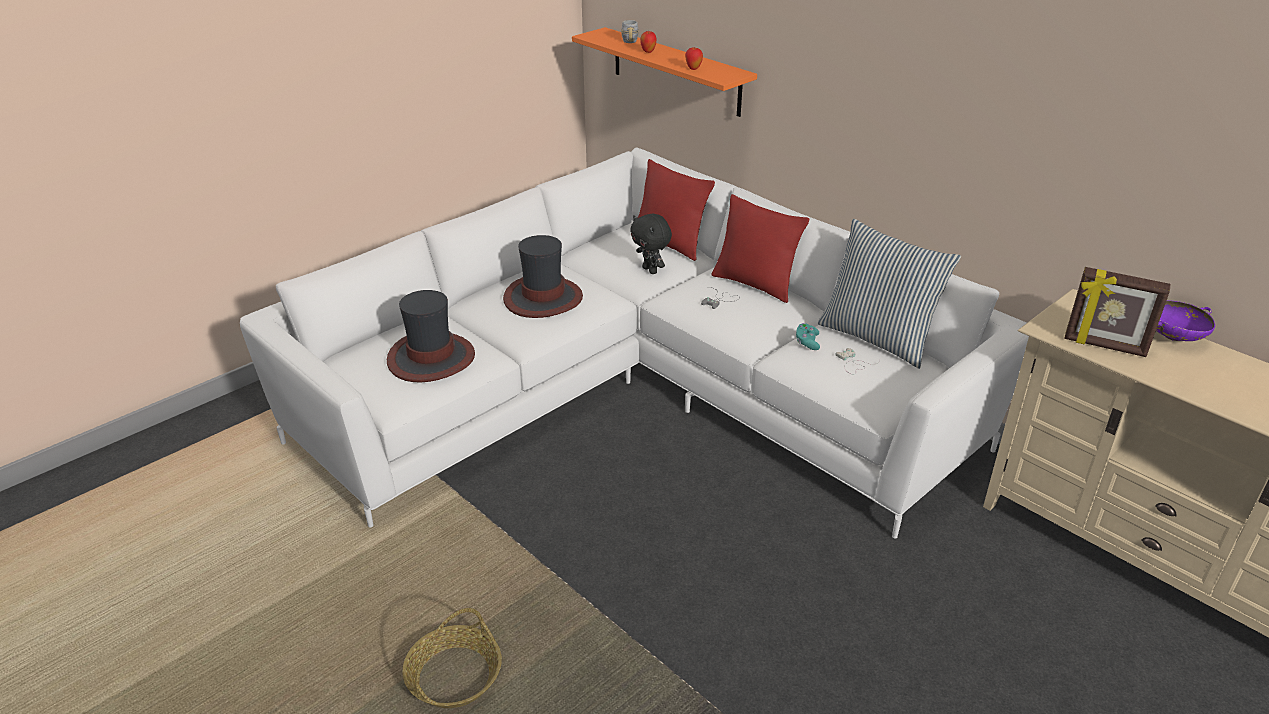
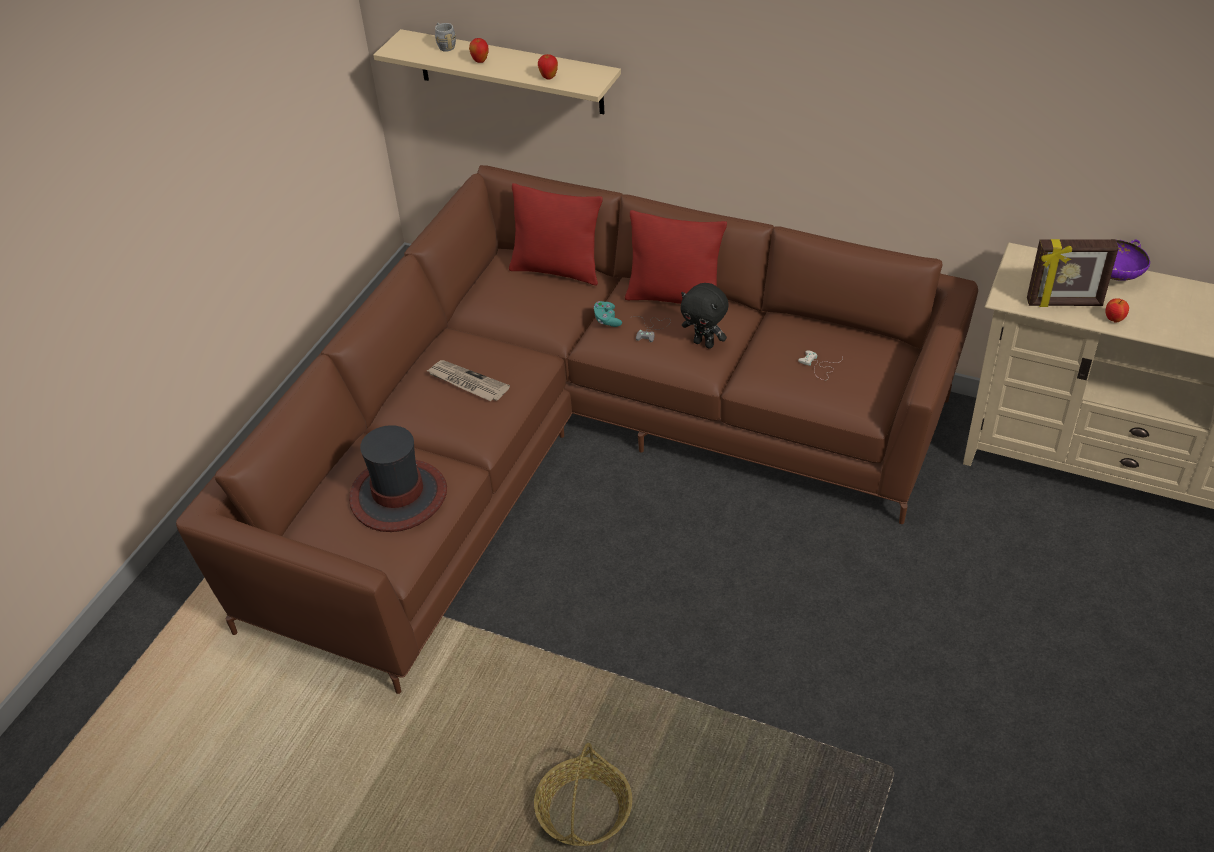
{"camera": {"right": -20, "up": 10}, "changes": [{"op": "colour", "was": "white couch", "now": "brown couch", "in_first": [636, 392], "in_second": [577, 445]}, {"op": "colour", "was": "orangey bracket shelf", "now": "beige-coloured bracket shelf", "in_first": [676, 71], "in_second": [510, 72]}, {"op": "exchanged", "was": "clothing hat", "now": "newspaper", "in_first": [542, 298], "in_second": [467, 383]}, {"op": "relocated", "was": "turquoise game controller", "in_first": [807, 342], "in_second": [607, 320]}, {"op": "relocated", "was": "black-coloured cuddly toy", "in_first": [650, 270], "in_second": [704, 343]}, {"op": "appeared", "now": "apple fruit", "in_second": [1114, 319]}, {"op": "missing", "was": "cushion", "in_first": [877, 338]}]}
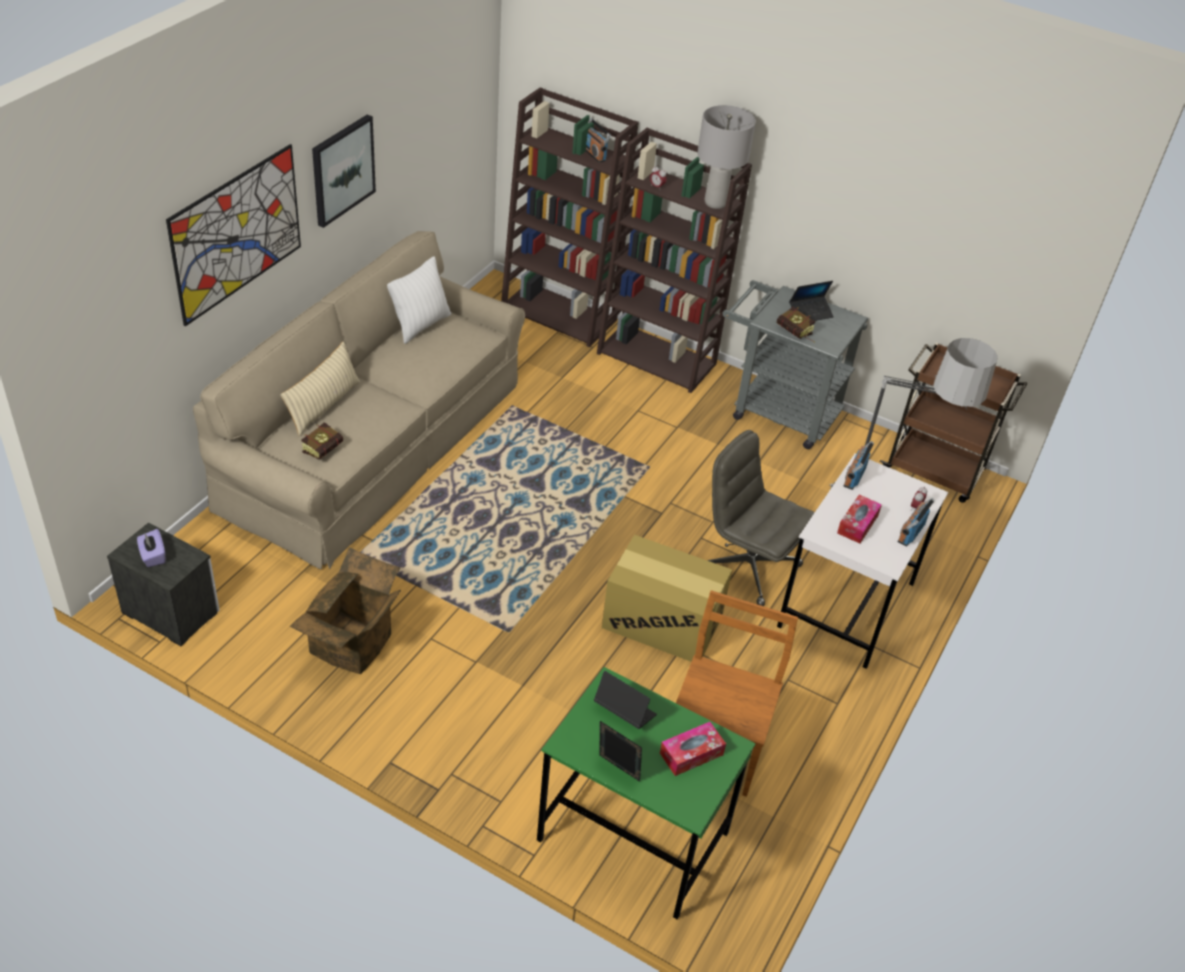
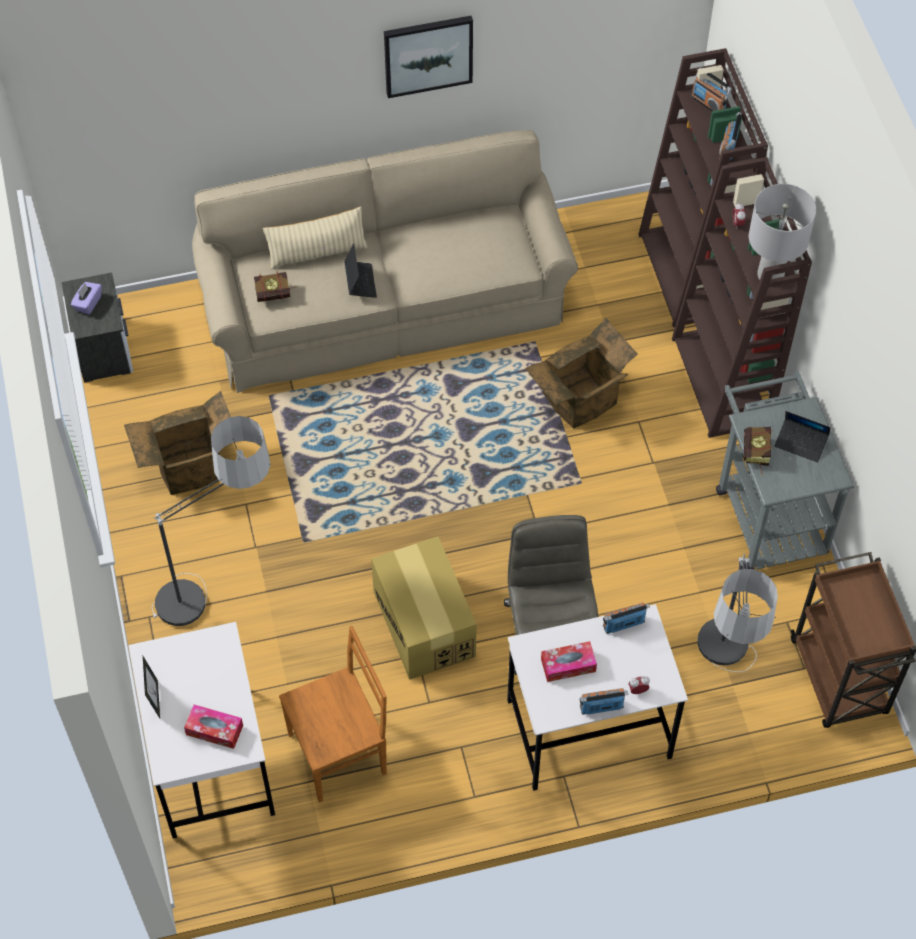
{"camera": {"right": 50, "up": 15}, "changes": [{"op": "colour", "was": "green desk unit", "now": "white desk unit", "in_first": [632, 837], "in_second": [210, 760]}, {"op": "appeared", "now": "standard lamp", "in_second": [219, 590]}, {"op": "relocated", "was": "notebook computer", "in_first": [624, 711], "in_second": [360, 282]}, {"op": "appeared", "now": "cardboard box", "in_second": [580, 401]}, {"op": "appeared", "now": "radio", "in_second": [708, 103]}, {"op": "missing", "was": "wall picture", "in_first": [237, 233]}, {"op": "missing", "was": "white cushion", "in_first": [421, 325]}]}
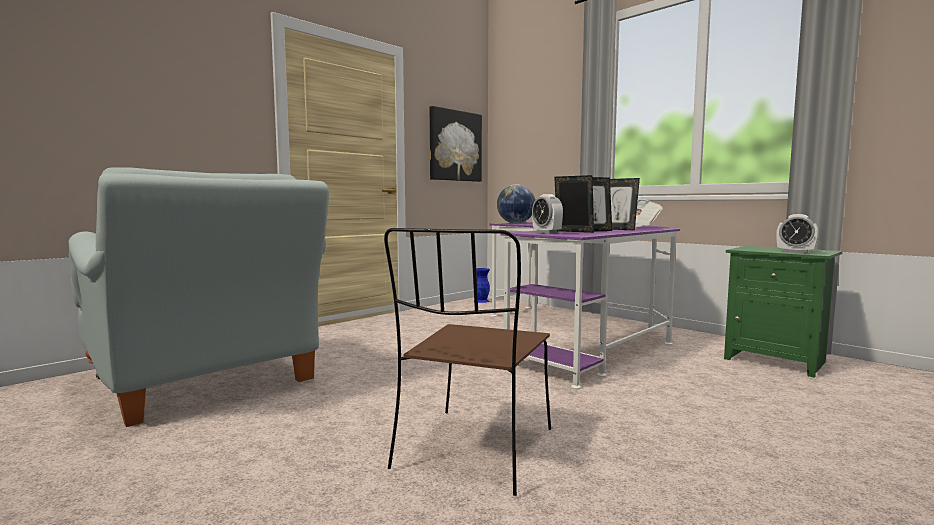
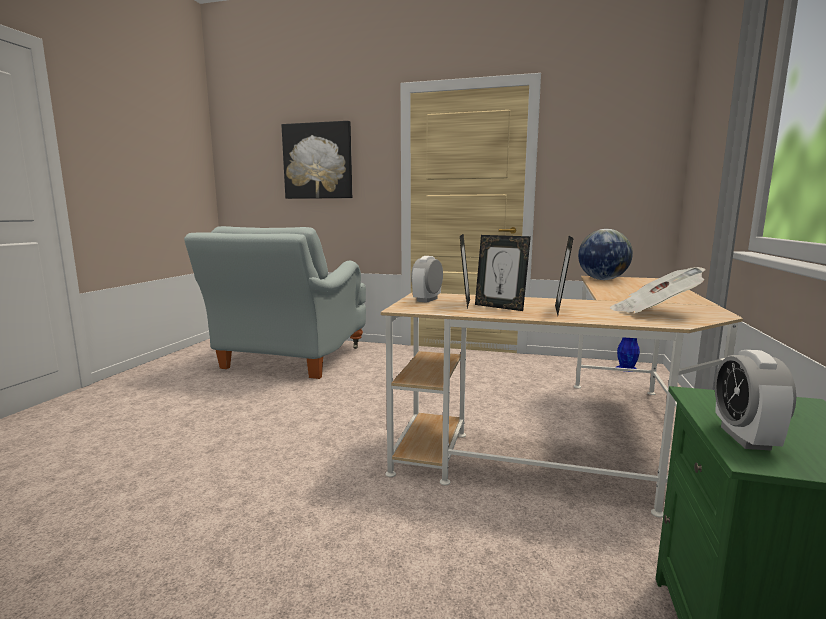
{"camera": {"right": 60, "up": 5}, "changes": [{"op": "relocated", "was": "wall picture", "in_first": [455, 146], "in_second": [318, 161]}, {"op": "colour", "was": "purple-coloured desk unit", "now": "beige-coloured desk unit", "in_first": [577, 336], "in_second": [576, 443]}, {"op": "missing", "was": "brown chair", "in_first": [474, 450]}]}
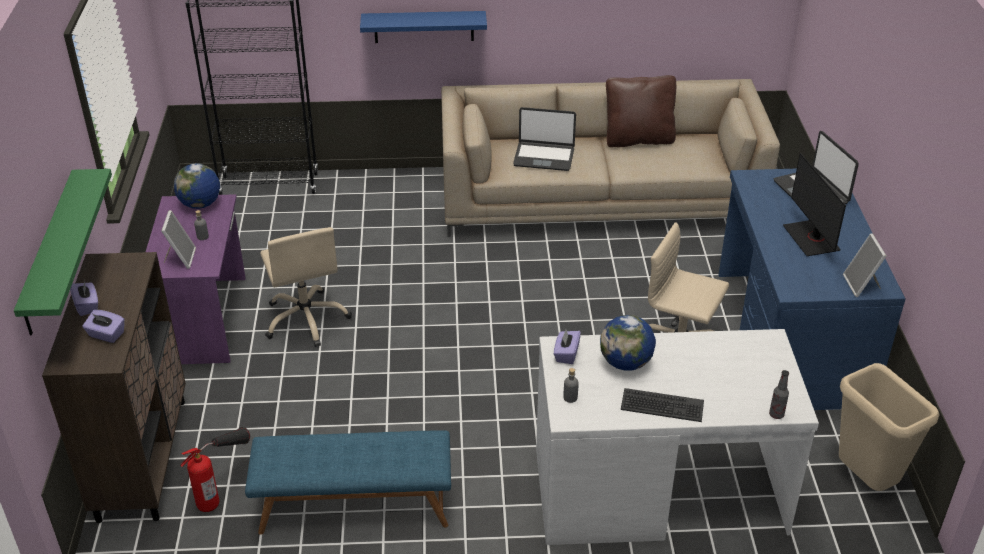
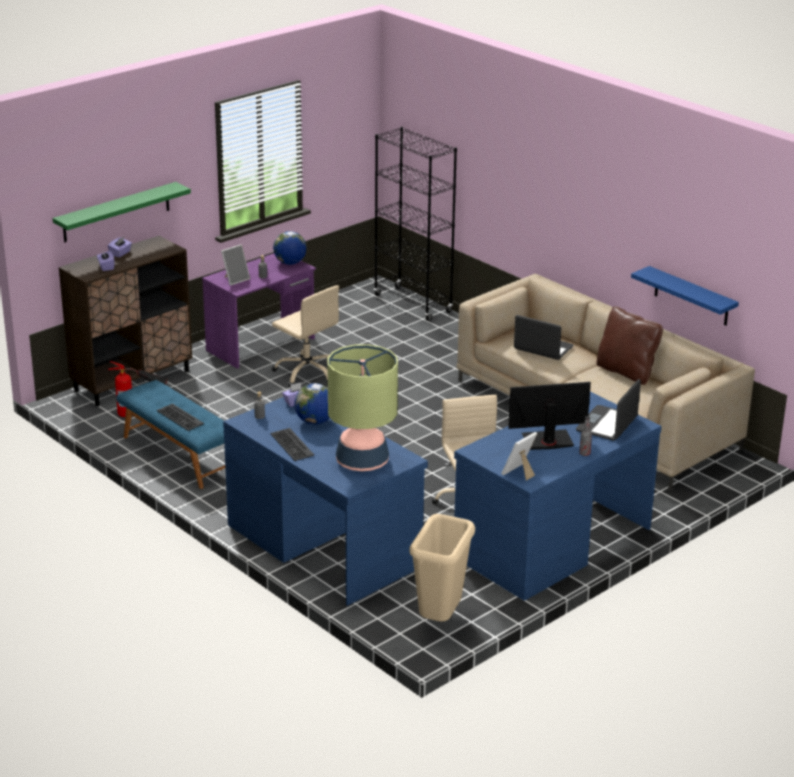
{"camera": {"right": 50, "up": -10}, "changes": [{"op": "appeared", "now": "computer keyboard", "in_second": [179, 418]}, {"op": "colour", "was": "white desk unit", "now": "bluish desk unit", "in_first": [657, 489], "in_second": [324, 544]}, {"op": "spun", "was": "beige-coloured computer chair", "in_first": [306, 319], "in_second": [307, 373], "clockwise": -75}, {"op": "appeared", "now": "tabletop lamp", "in_second": [362, 462]}, {"op": "spun", "was": "computer screen", "in_first": [812, 238], "in_second": [547, 441], "clockwise": 45}, {"op": "spun", "was": "notebook computer", "in_first": [544, 157], "in_second": [543, 348], "clockwise": 150}, {"op": "relocated", "was": "drink bottle", "in_first": [776, 414], "in_second": [584, 454]}, {"op": "relocated", "was": "bluish bracket shelf", "in_first": [424, 26], "in_second": [691, 296]}]}
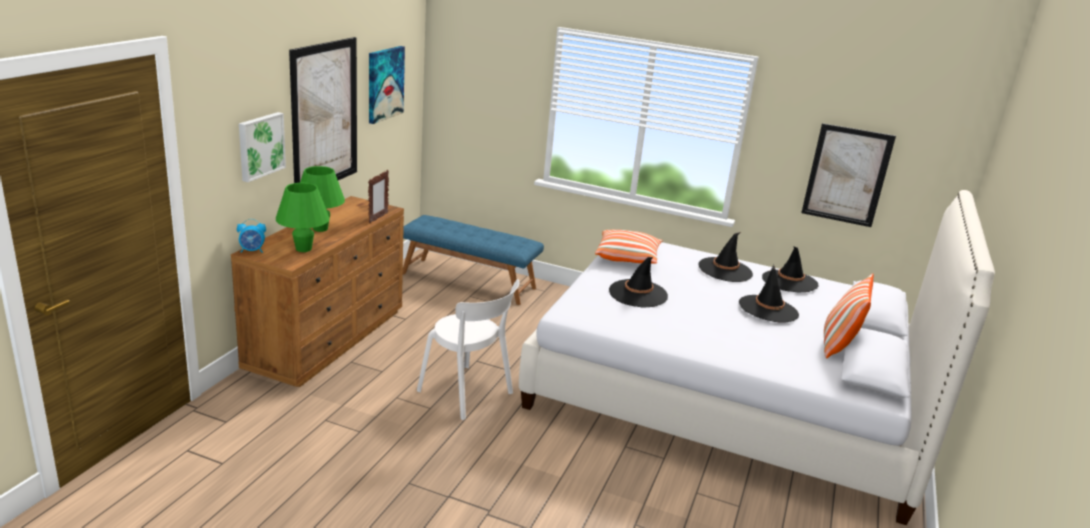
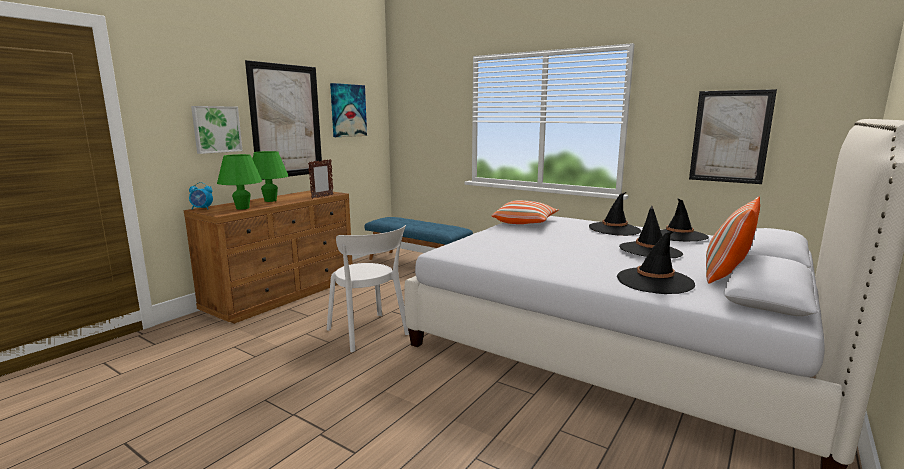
{"camera": {"right": 15, "up": -10}, "changes": [{"op": "relocated", "was": "black-coloured clothing hat", "in_first": [638, 294], "in_second": [654, 281]}]}
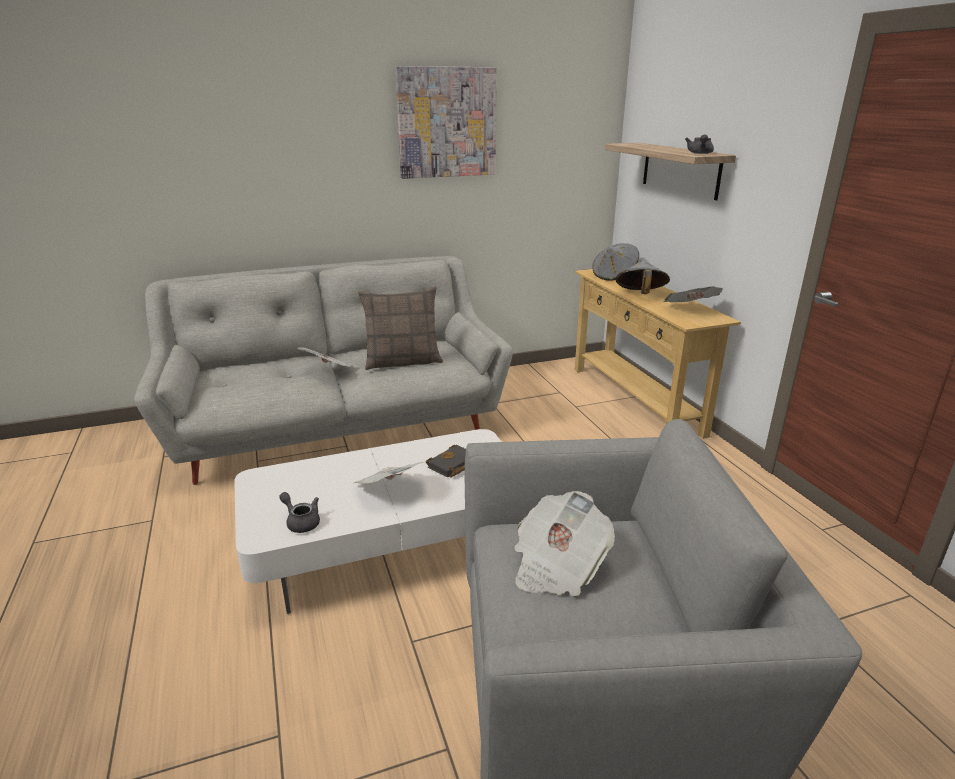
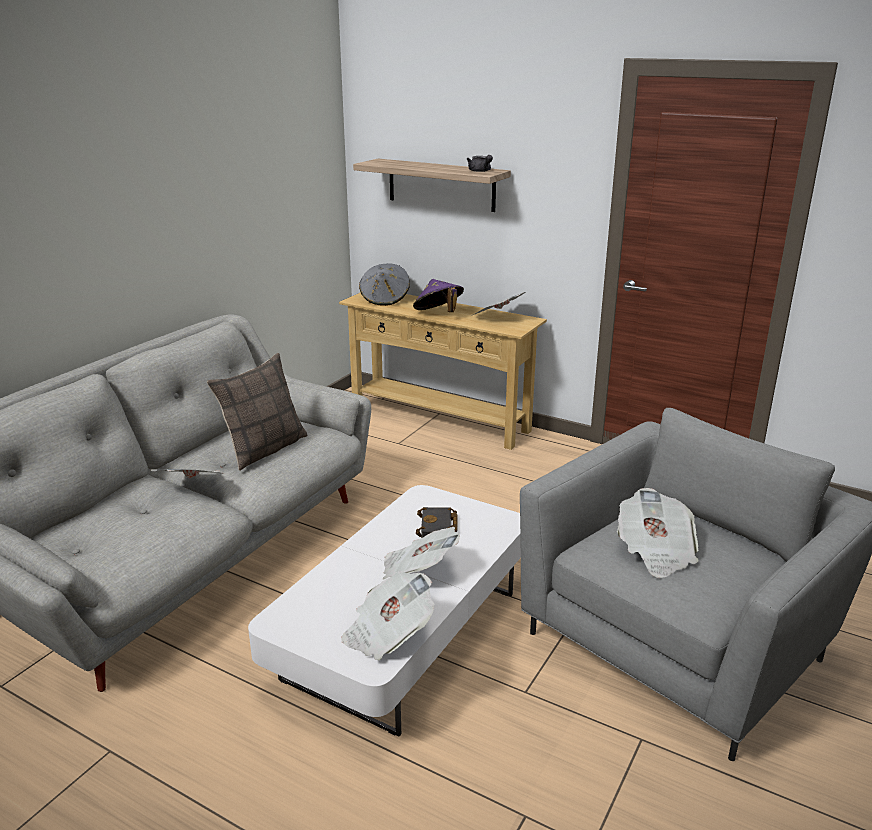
{"camera": {"right": -40, "up": 0}, "changes": [{"op": "exchanged", "was": "greyish pot for tea", "now": "newspaper", "in_first": [301, 522], "in_second": [388, 634]}, {"op": "colour", "was": "greyish clothing hat", "now": "purple-coloured clothing hat", "in_first": [640, 295], "in_second": [438, 314]}, {"op": "missing", "was": "wall picture", "in_first": [447, 123]}]}
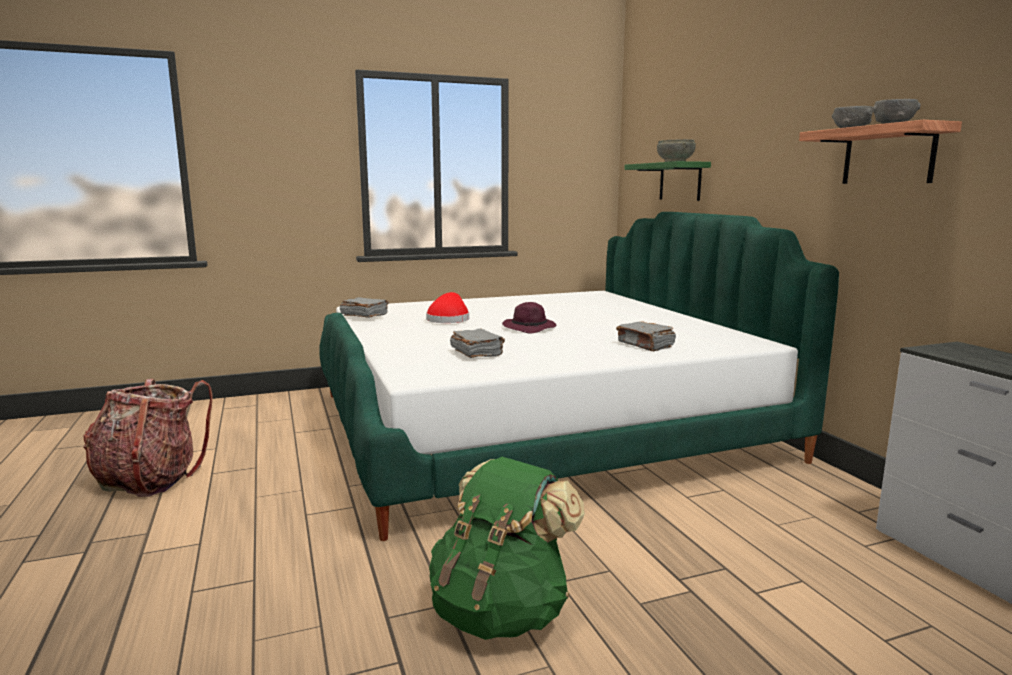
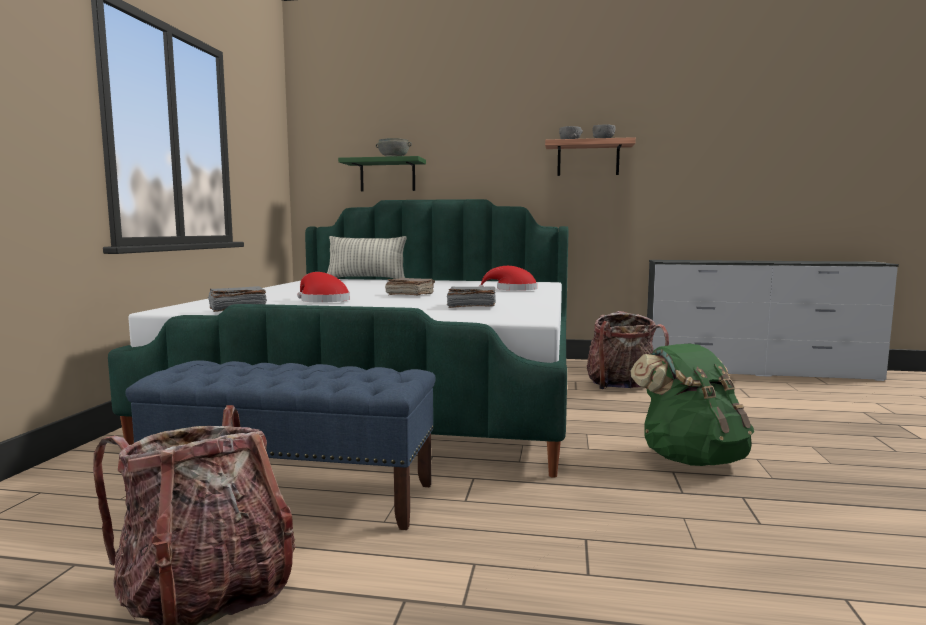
{"camera": {"right": -60, "up": -5}, "changes": [{"op": "appeared", "now": "bluish long seat", "in_second": [293, 495]}, {"op": "appeared", "now": "cushion", "in_second": [366, 279]}, {"op": "exchanged", "was": "purple-coloured clothing hat", "now": "brown volume", "in_first": [530, 328], "in_second": [409, 295]}, {"op": "exchanged", "was": "greyish volume", "now": "reddish clothing hat", "in_first": [645, 345], "in_second": [512, 290]}, {"op": "appeared", "now": "knapsack", "in_second": [621, 386]}]}
